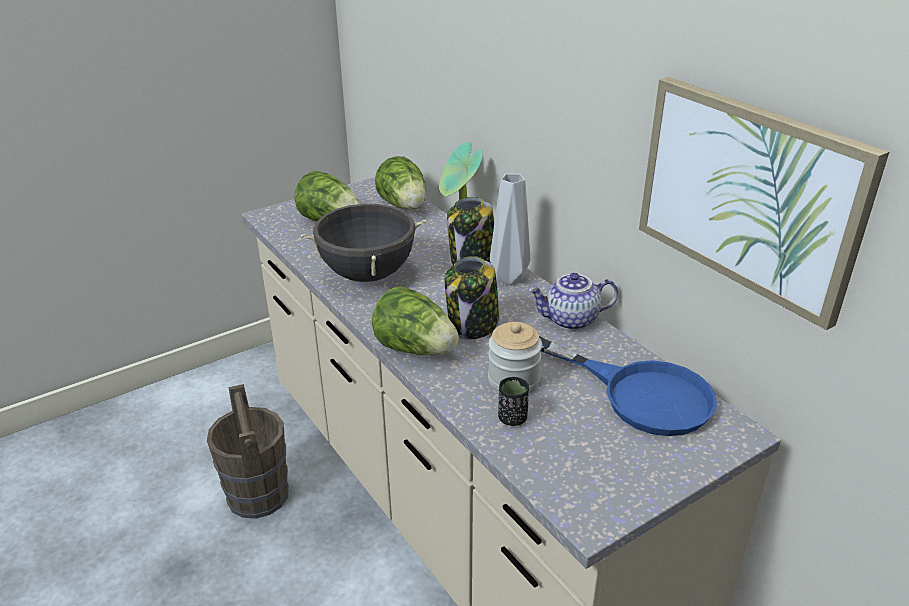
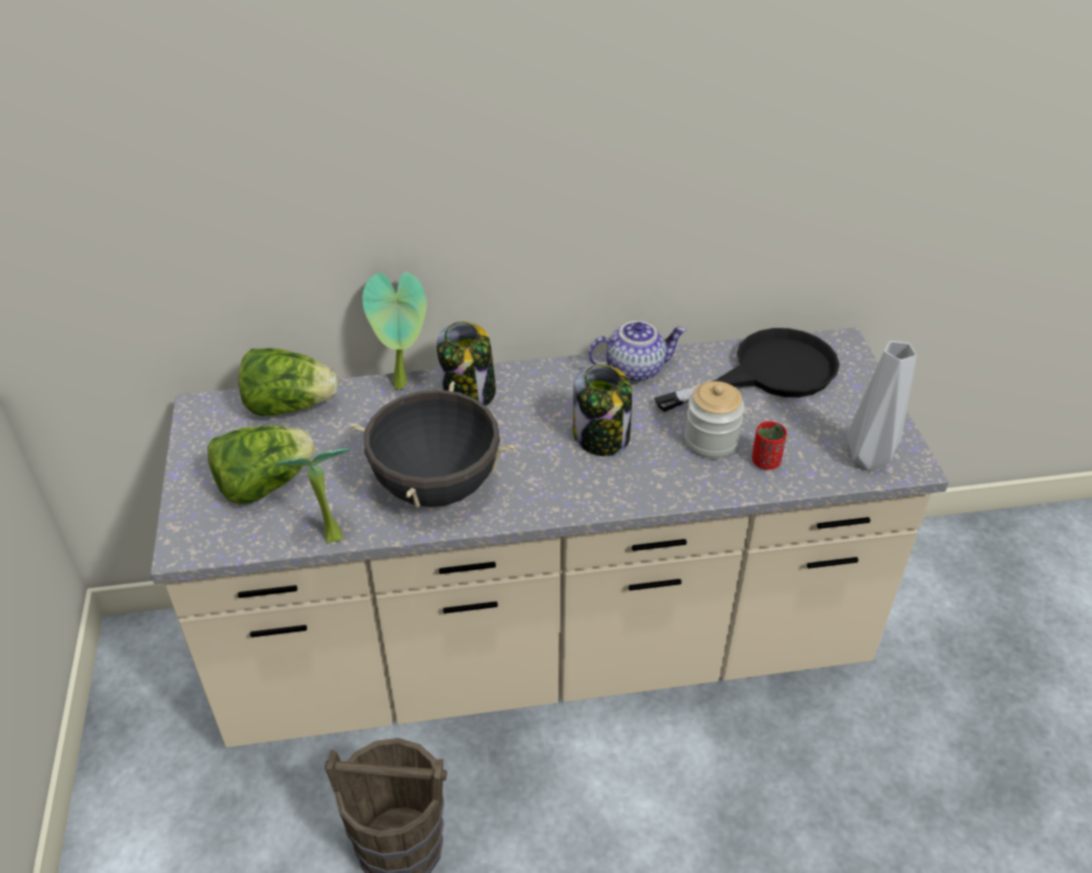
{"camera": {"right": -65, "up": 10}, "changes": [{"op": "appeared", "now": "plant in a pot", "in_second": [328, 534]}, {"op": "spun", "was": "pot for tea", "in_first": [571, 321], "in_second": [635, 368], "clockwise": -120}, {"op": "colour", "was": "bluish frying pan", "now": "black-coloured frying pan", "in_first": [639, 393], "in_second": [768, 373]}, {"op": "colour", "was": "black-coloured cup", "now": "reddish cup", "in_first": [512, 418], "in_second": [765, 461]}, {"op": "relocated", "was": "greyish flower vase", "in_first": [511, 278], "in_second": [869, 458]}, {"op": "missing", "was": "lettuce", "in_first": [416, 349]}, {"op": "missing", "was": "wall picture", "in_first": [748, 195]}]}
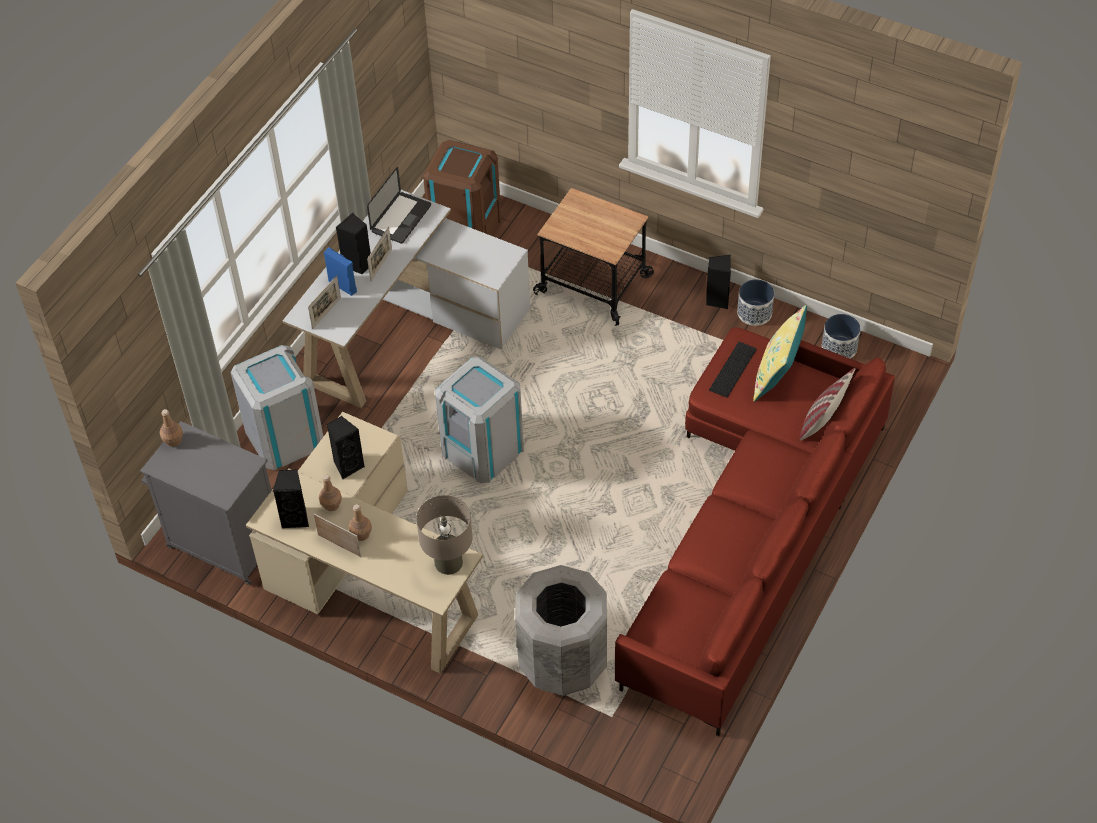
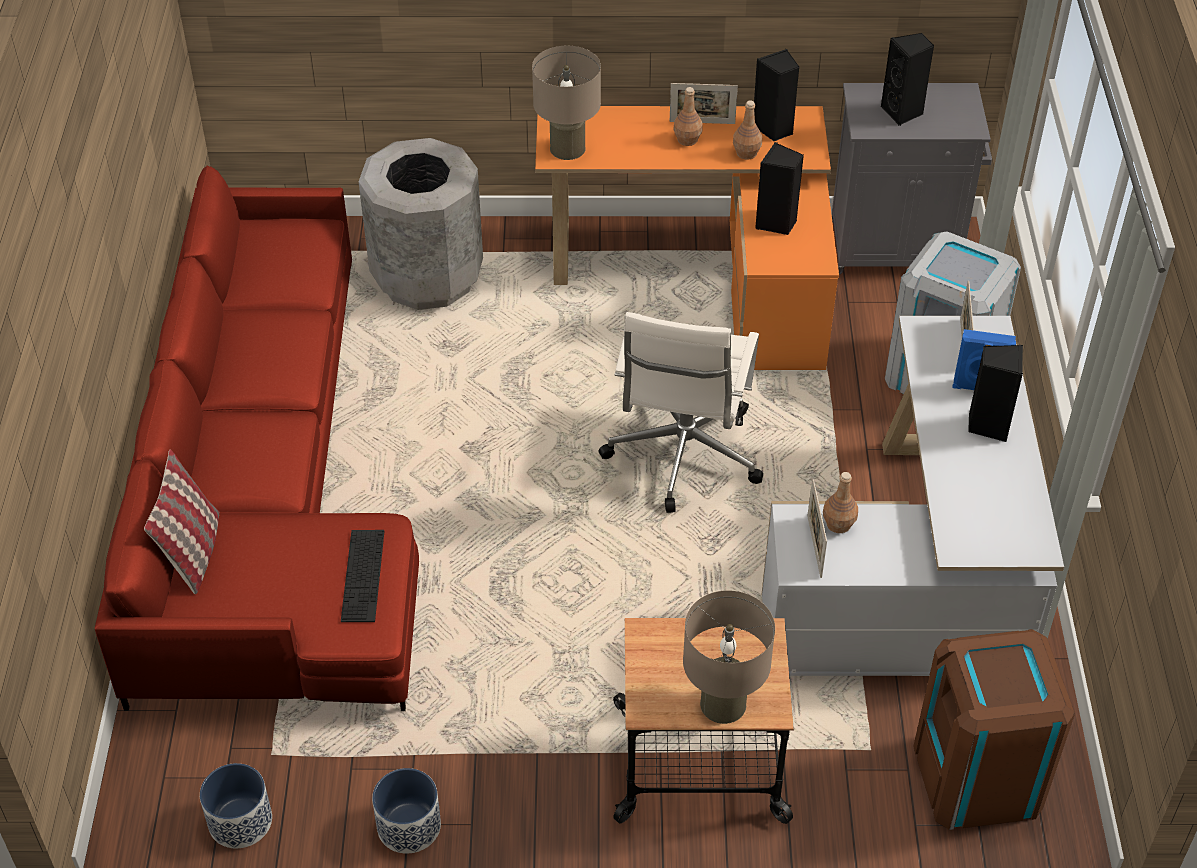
{"camera": {"right": 150, "up": -5}, "changes": [{"op": "colour", "was": "beige-coloured desk unit", "now": "orangey desk unit", "in_first": [369, 577], "in_second": [705, 274]}, {"op": "exchanged", "was": "greyish trash can", "now": "white computer chair", "in_first": [483, 450], "in_second": [682, 455]}, {"op": "appeared", "now": "beige-coloured tabletop lamp", "in_second": [723, 704]}, {"op": "relocated", "was": "photo frame", "in_first": [381, 265], "in_second": [814, 546]}, {"op": "relocated", "was": "brown drink bottle", "in_first": [173, 440], "in_second": [839, 524]}, {"op": "relocated", "was": "black-coloured audio speaker", "in_first": [717, 300], "in_second": [903, 112]}, {"op": "missing", "was": "notebook computer", "in_first": [401, 218]}, {"op": "missing", "was": "yellow-coloured cushion", "in_first": [777, 376]}]}
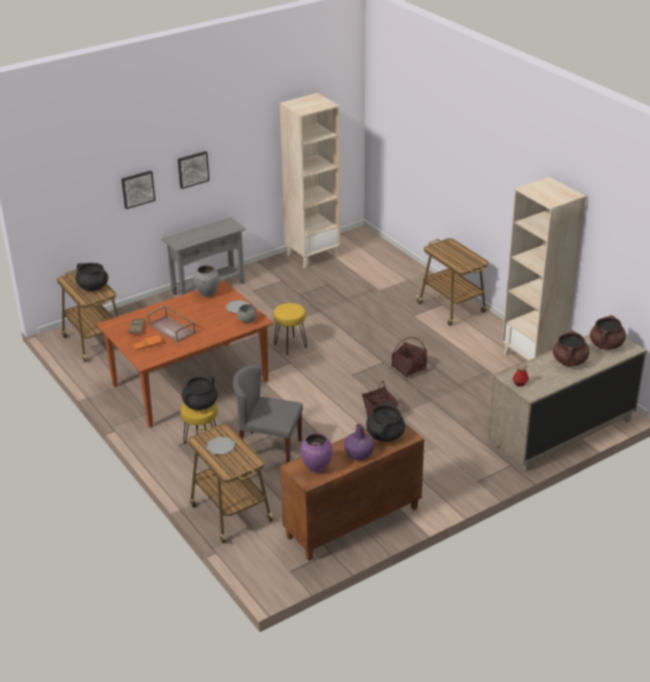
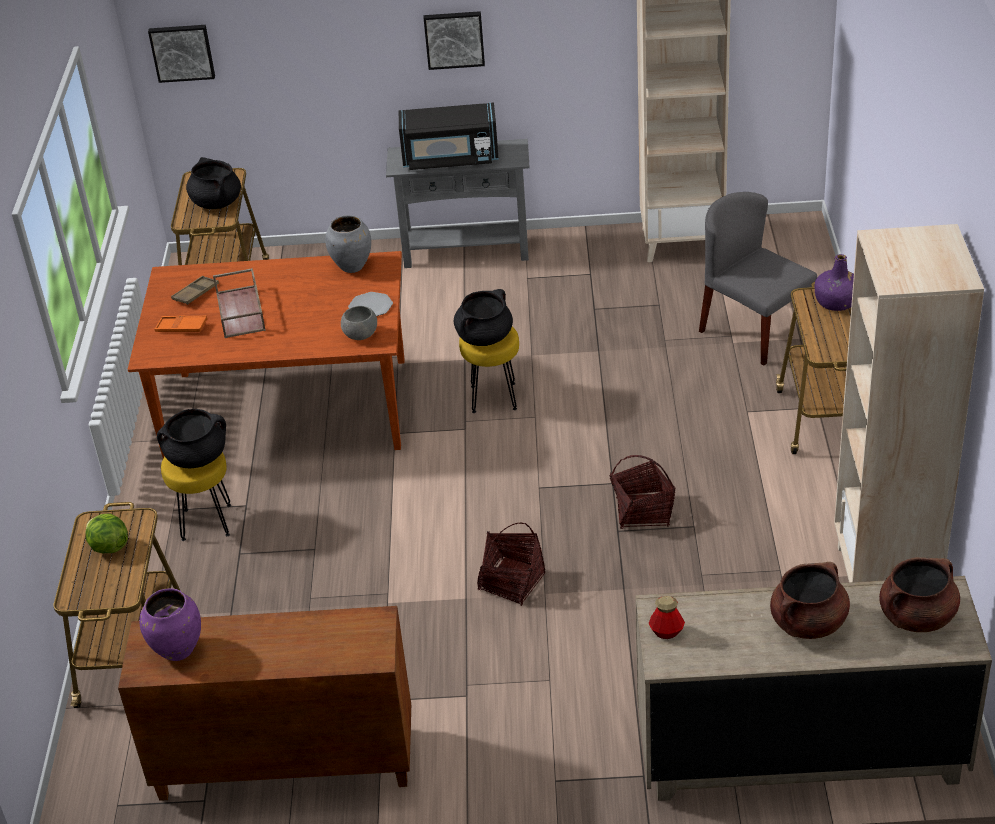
{"camera": {"right": 35, "up": 5}, "changes": [{"op": "exchanged", "was": "plate", "now": "lettuce", "in_first": [221, 446], "in_second": [109, 547]}, {"op": "relocated", "was": "wall picture", "in_first": [137, 189], "in_second": [182, 52]}, {"op": "appeared", "now": "black-coloured microwave", "in_second": [450, 159]}, {"op": "relocated", "was": "black-coloured saucepot", "in_first": [385, 435], "in_second": [484, 337]}, {"op": "relocated", "was": "greyish chair", "in_first": [269, 449], "in_second": [753, 332]}, {"op": "relocated", "was": "purple-coloured drink bottle", "in_first": [359, 453], "in_second": [837, 302]}]}
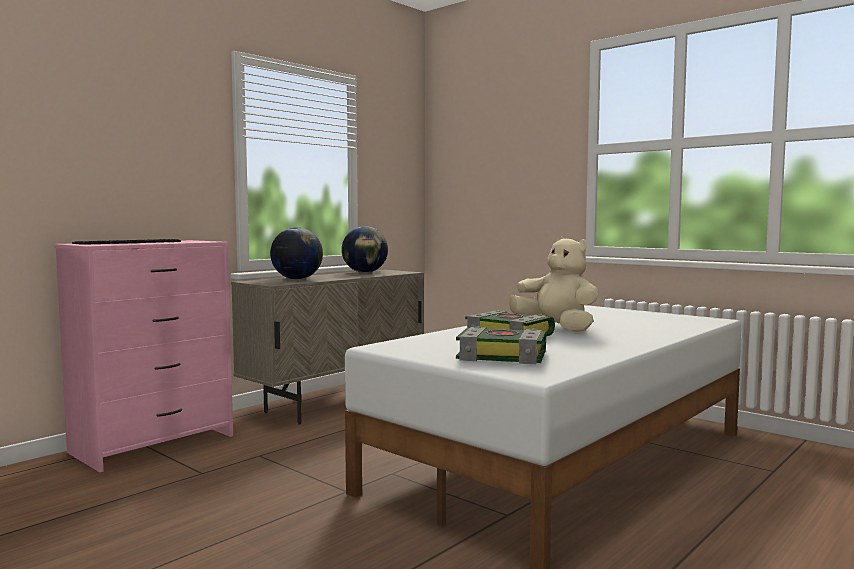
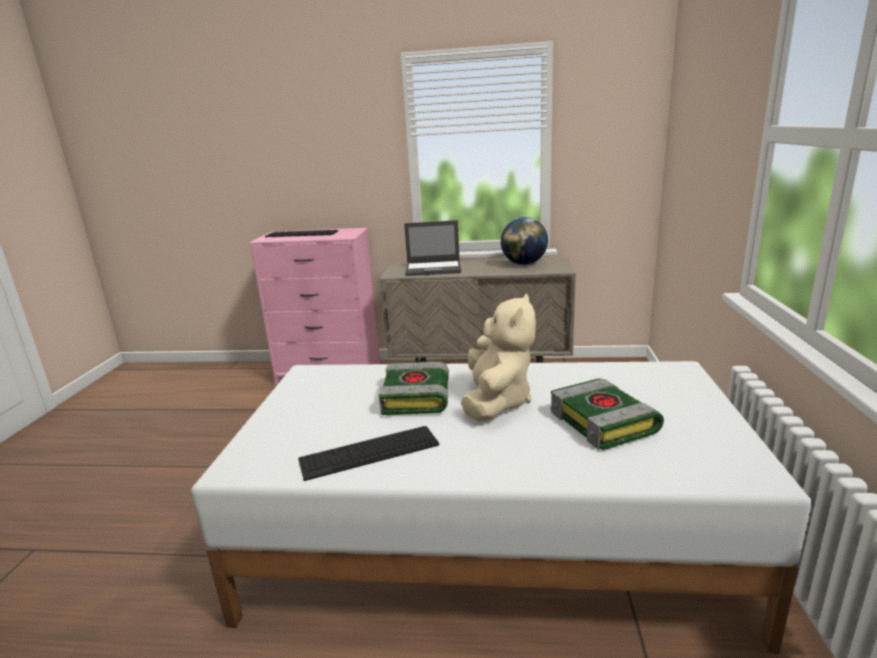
{"camera": {"right": 55, "up": 15}, "changes": [{"op": "appeared", "now": "computer keyboard", "in_second": [369, 452]}, {"op": "exchanged", "was": "world globe", "now": "notebook computer", "in_first": [297, 279], "in_second": [434, 268]}, {"op": "relocated", "was": "volume", "in_first": [503, 356], "in_second": [605, 423]}]}
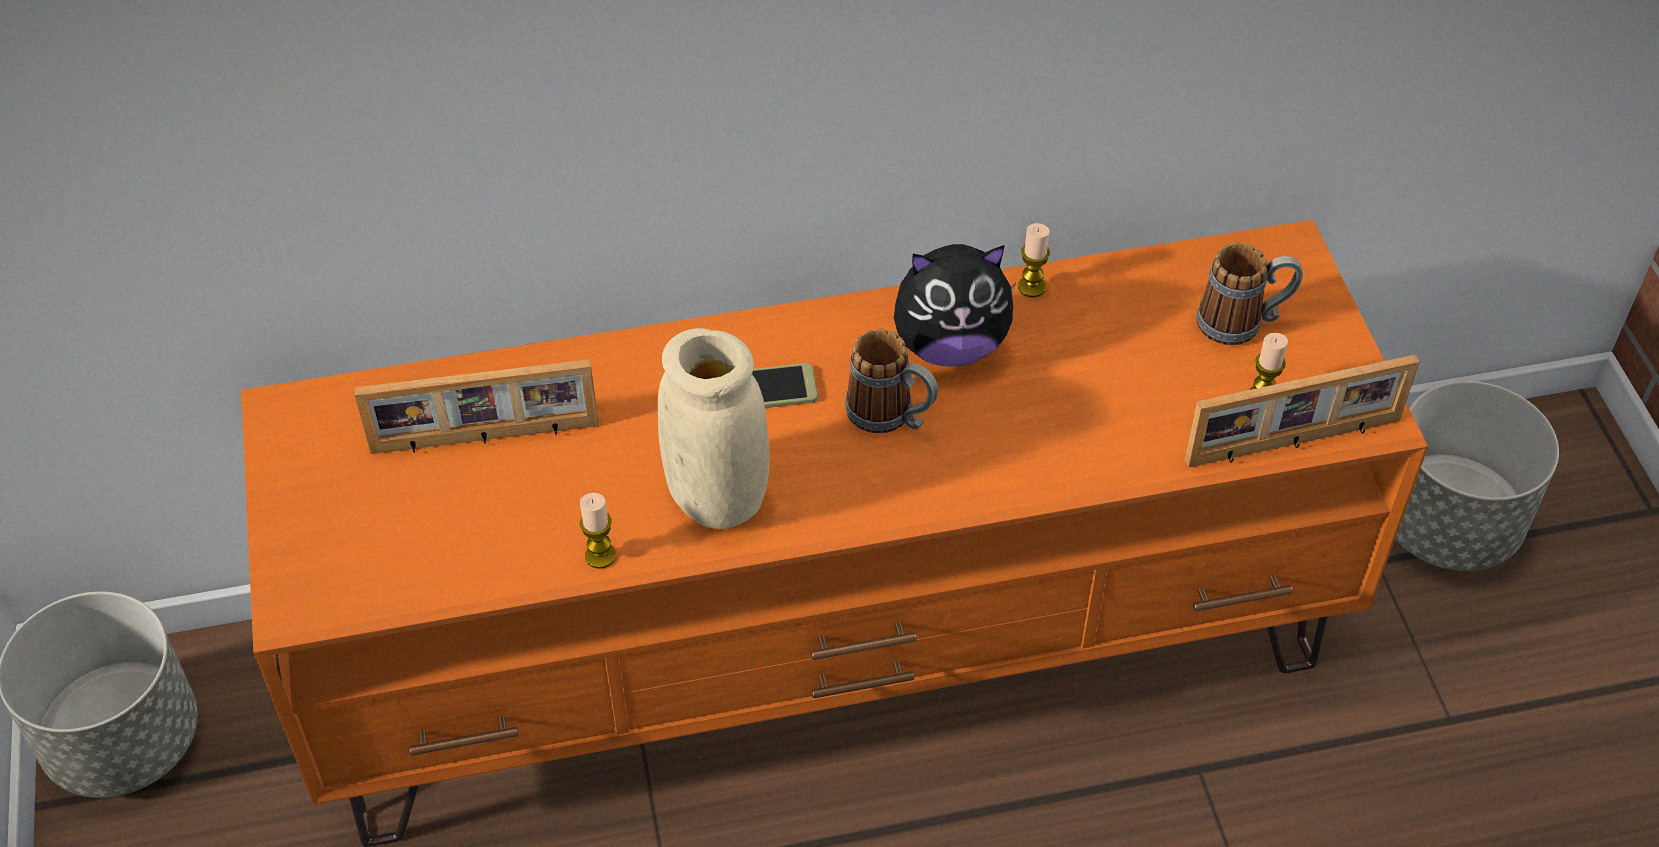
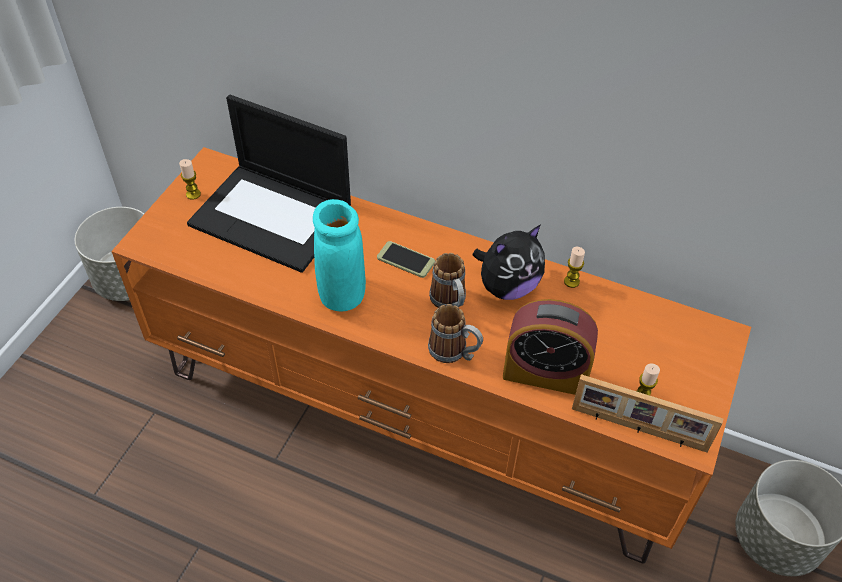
{"camera": {"right": 35, "up": 0}, "changes": [{"op": "relocated", "was": "wax light", "in_first": [600, 556], "in_second": [193, 194]}, {"op": "exchanged", "was": "photo frame", "now": "notebook computer", "in_first": [485, 439], "in_second": [273, 216]}, {"op": "colour", "was": "beige-coloured flower vase", "now": "turquoise flower vase", "in_first": [717, 497], "in_second": [342, 294]}, {"op": "relocated", "was": "tea mug", "in_first": [1242, 323], "in_second": [454, 353]}, {"op": "spun", "was": "cuddly toy", "in_first": [949, 345], "in_second": [507, 286], "clockwise": -60}, {"op": "appeared", "now": "alarm clock", "in_second": [545, 373]}]}
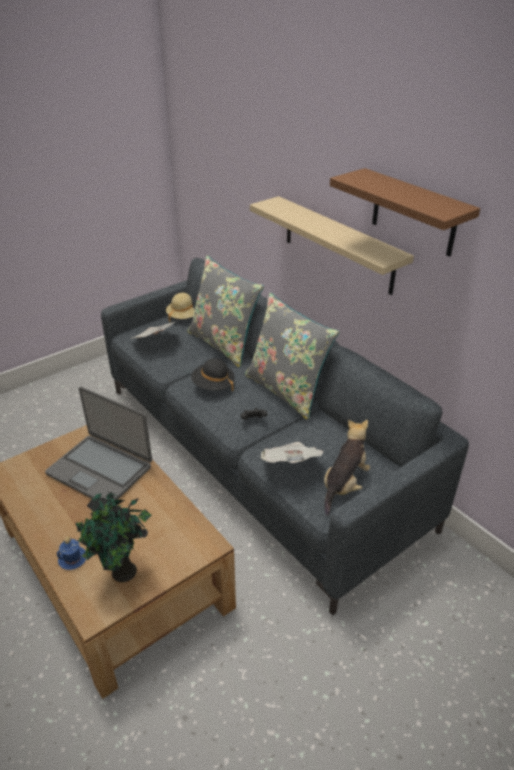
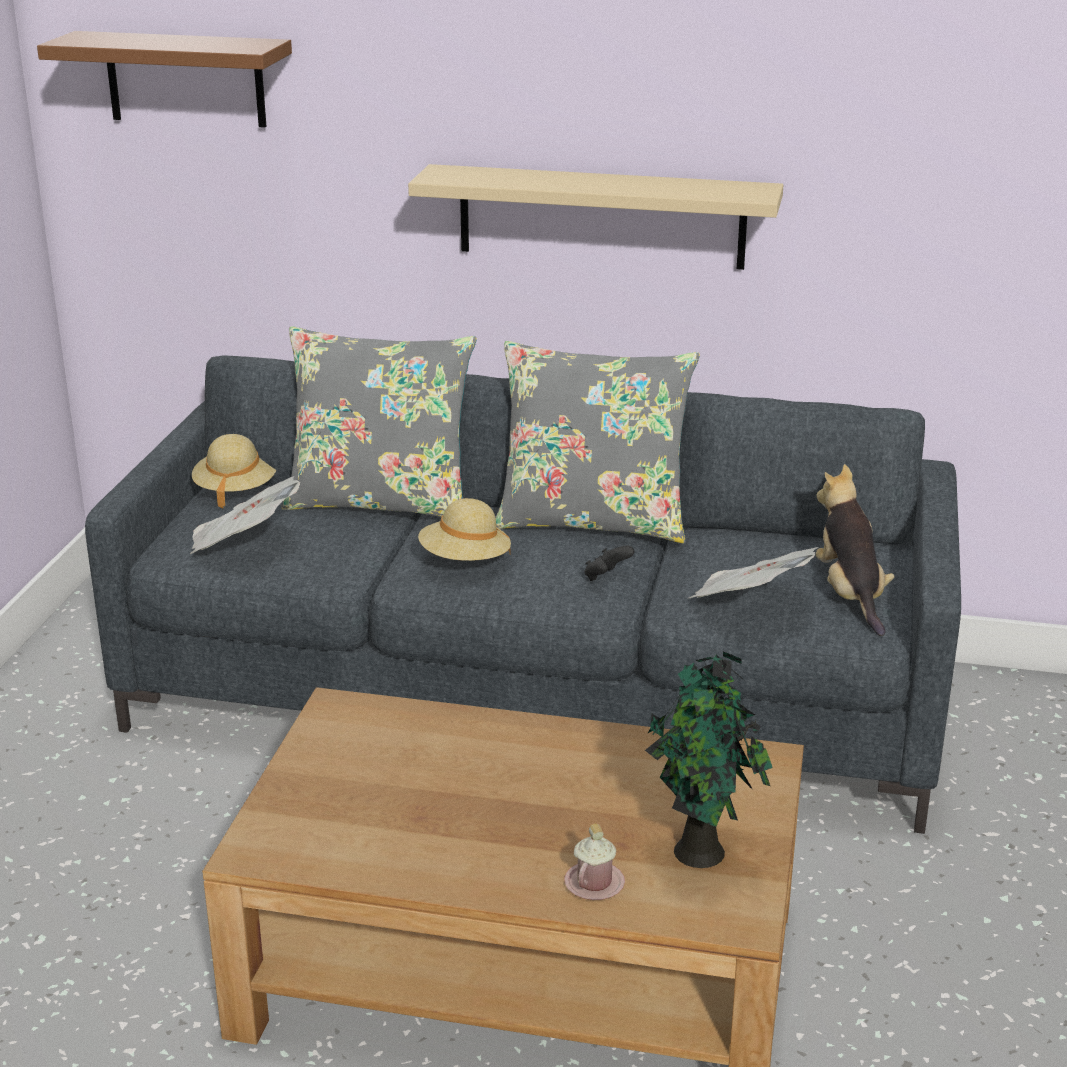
{"camera": {"right": -40, "up": -10}, "changes": [{"op": "relocated", "was": "brown bracket shelf", "in_first": [414, 213], "in_second": [185, 79]}, {"op": "colour", "was": "black-coloured clothing hat", "now": "beige-coloured clothing hat", "in_first": [213, 385], "in_second": [465, 561]}, {"op": "colour", "was": "bluish tea mug", "now": "pink-coloured tea mug", "in_first": [72, 559], "in_second": [594, 883]}, {"op": "missing", "was": "notebook computer", "in_first": [100, 469]}]}
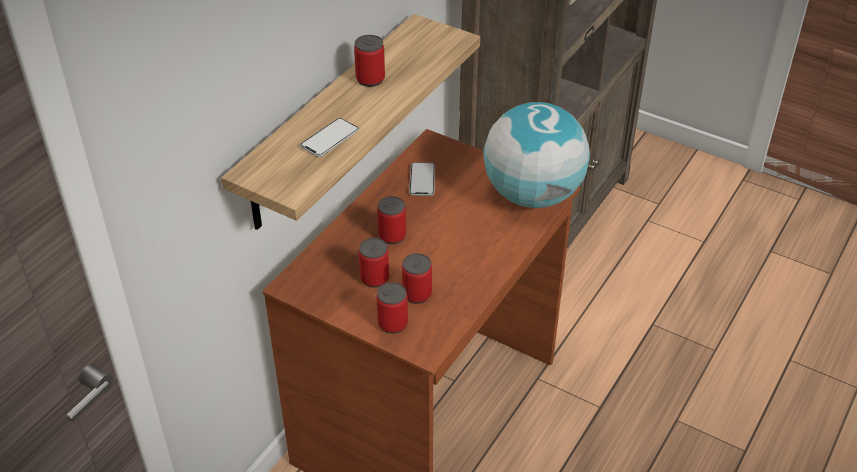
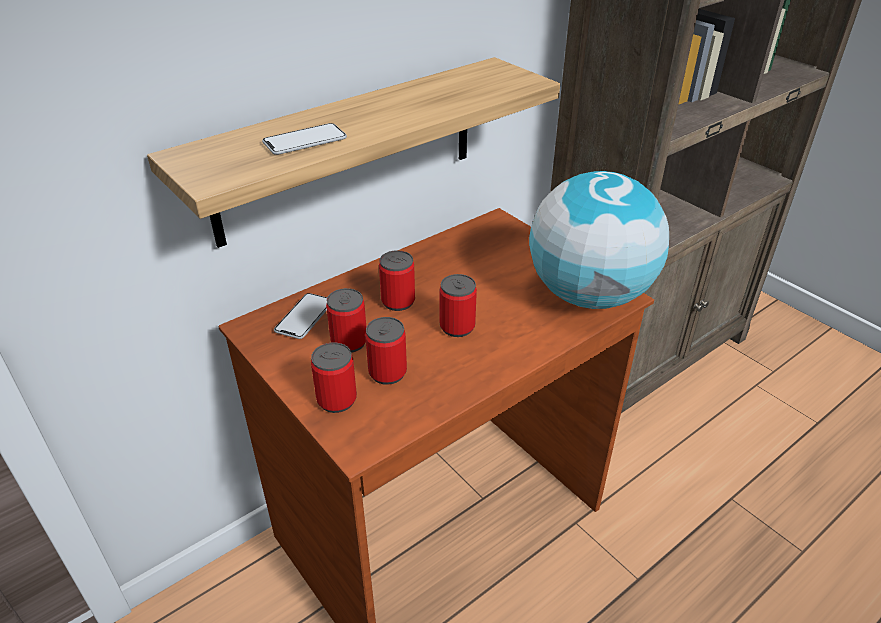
{"camera": {"right": 20, "up": -5}, "changes": [{"op": "relocated", "was": "telephone", "in_first": [422, 180], "in_second": [304, 317]}, {"op": "relocated", "was": "metal can", "in_first": [370, 79], "in_second": [457, 327]}]}
